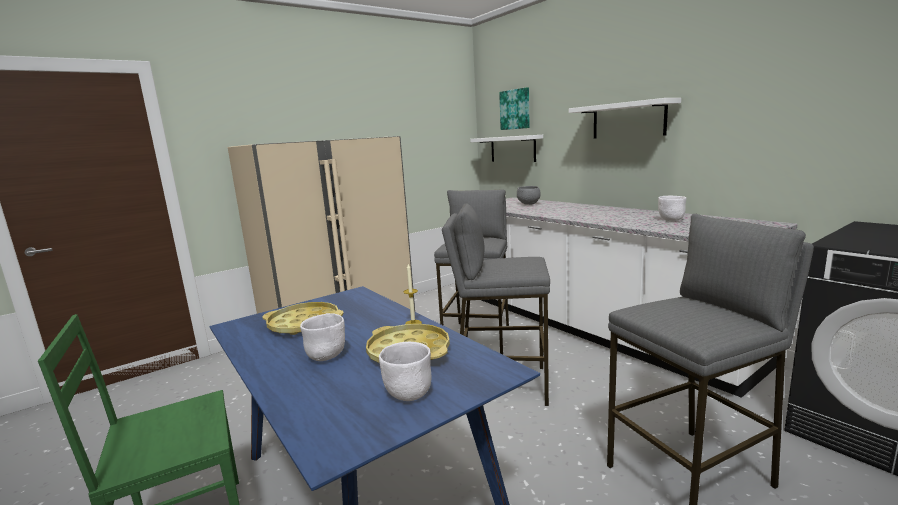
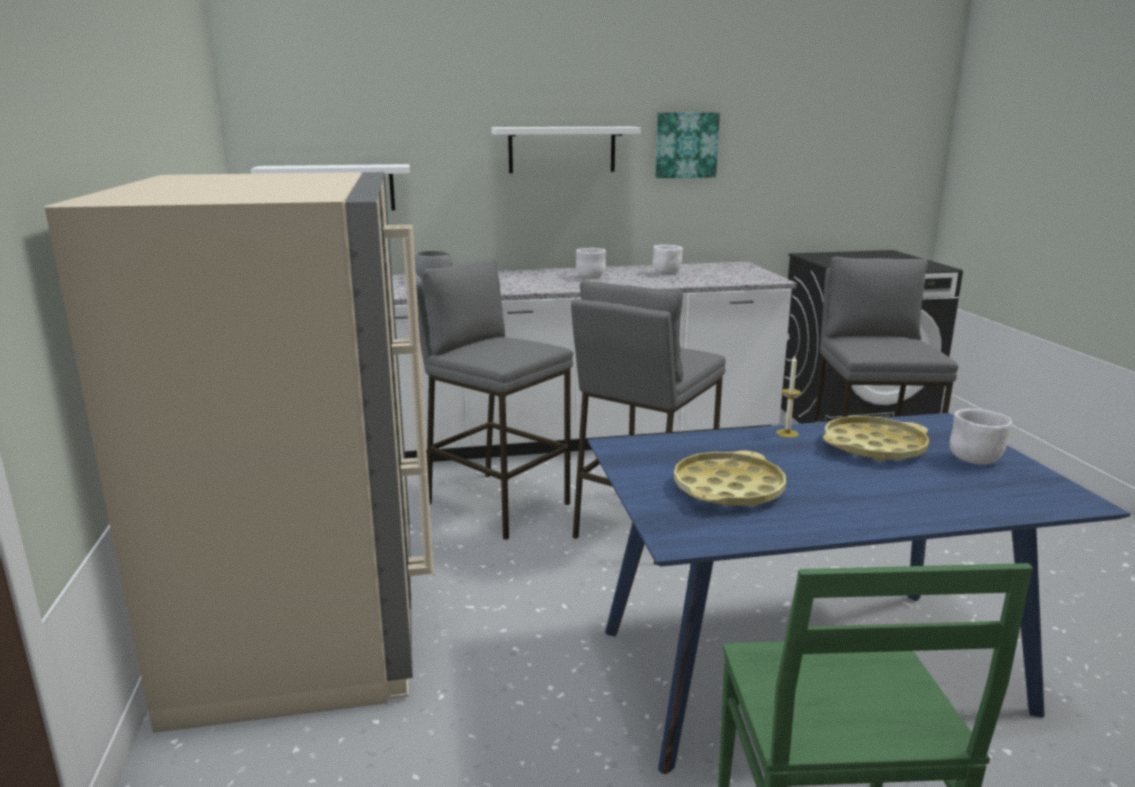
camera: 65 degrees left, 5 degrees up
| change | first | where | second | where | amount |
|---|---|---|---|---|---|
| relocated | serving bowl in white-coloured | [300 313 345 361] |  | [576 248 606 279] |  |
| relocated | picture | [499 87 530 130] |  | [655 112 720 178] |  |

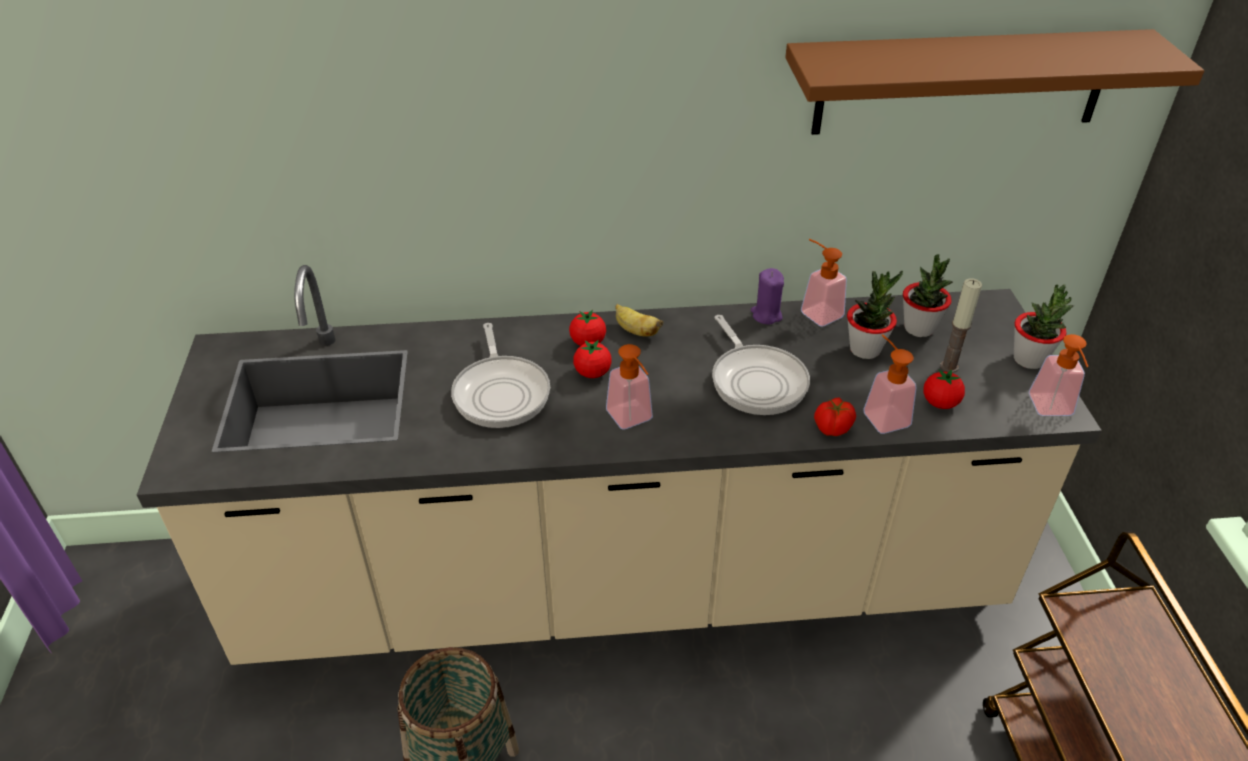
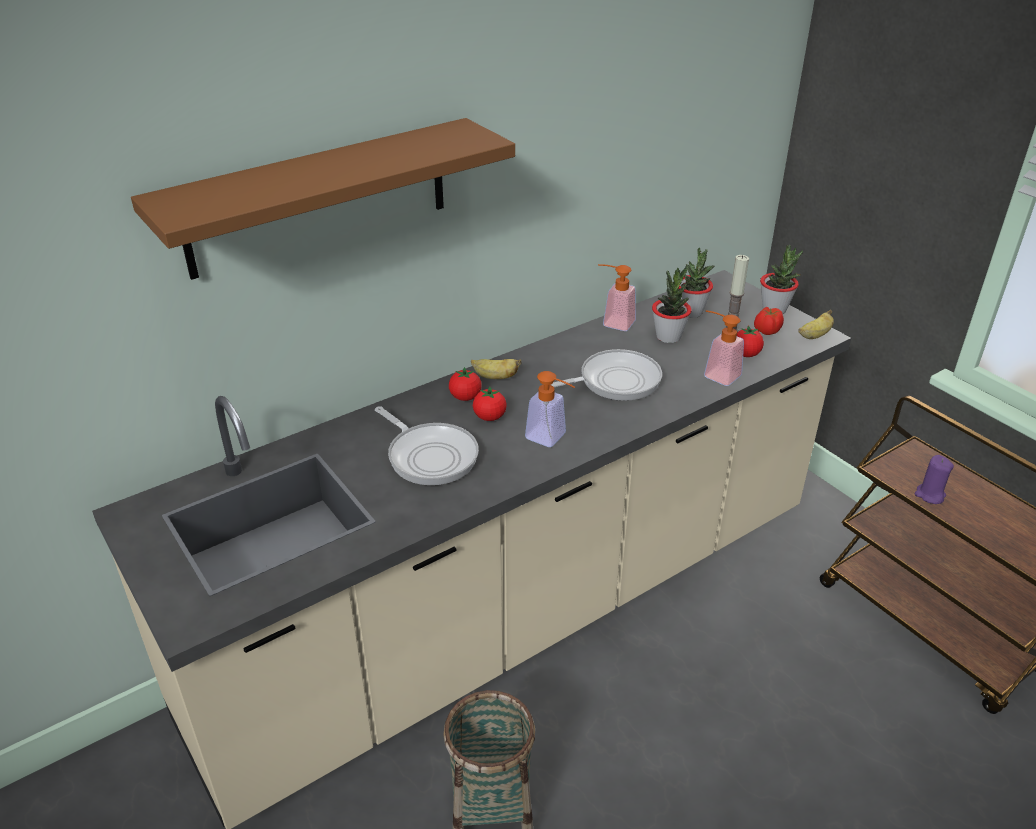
camera: 30 degrees left, 5 degrees down
| change | first | where | second | where | amount |
|---|---|---|---|---|---|
| spun | skillet | [712 315 810 415] |  | [551 349 662 401] | 60 degrees counterclockwise |
| relocated | candle in purple-coloured | [751 268 784 324] |  | [914 455 954 504] |  |
| relocated | wall shelf in brownish | [785 29 1204 135] |  | [131 118 515 280] |  |
| relocated | fresh tomato | [814 397 856 436] |  | [754 307 784 335] |  |
| exchanged | soap dispenser | [1029 334 1088 416] | whole banana | [798 310 834 339] |  |

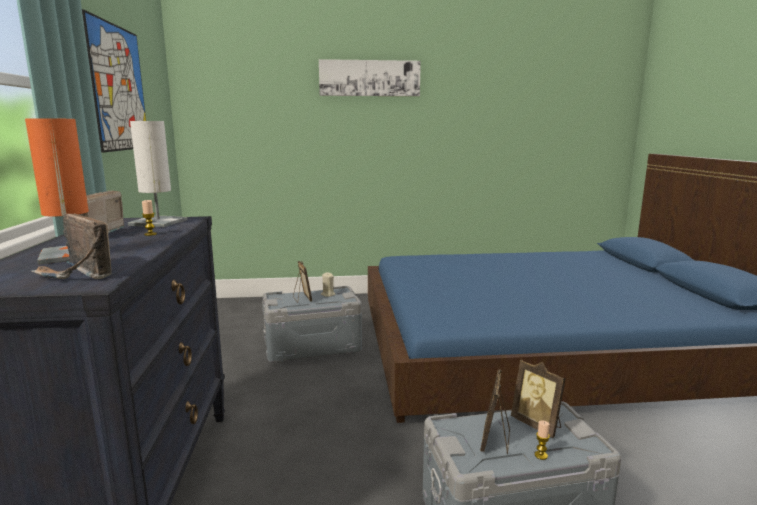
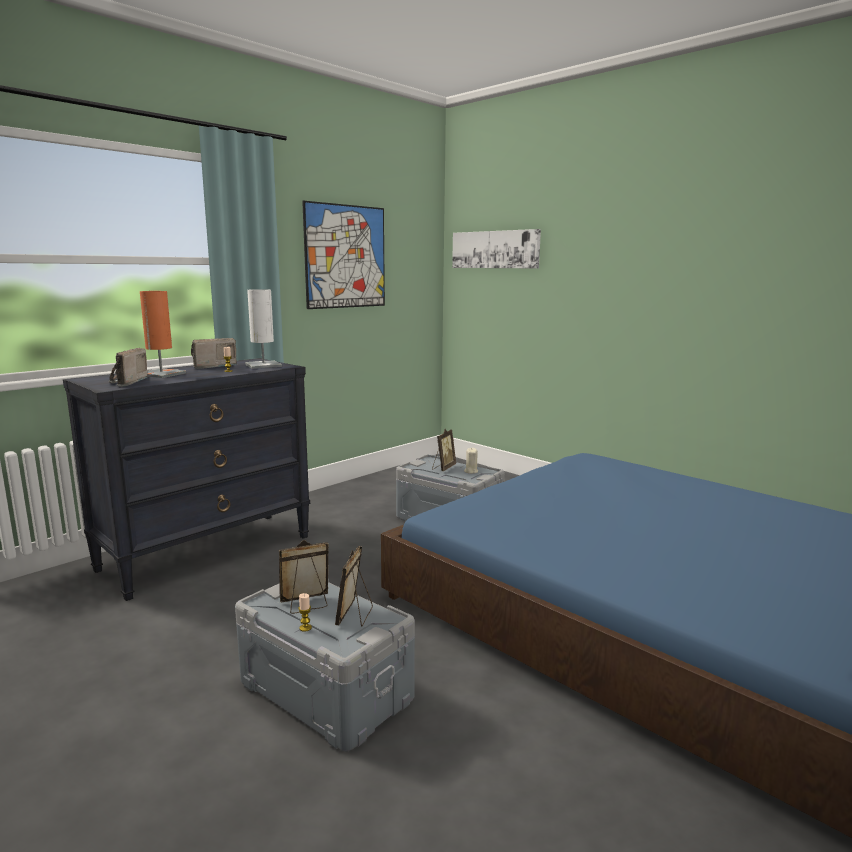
camera: 50 degrees right, 0 degrees up
| change | first | where | second | where | amount |
|---|---|---|---|---|---|
| relocated | picture | [319 59 421 96] |  | [452 229 541 269] |  |

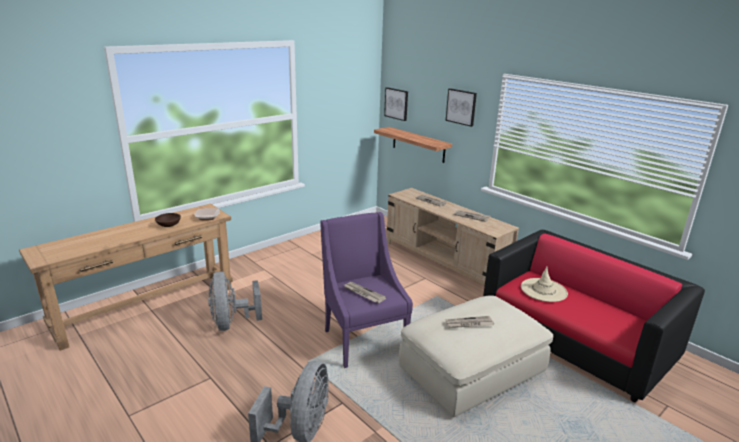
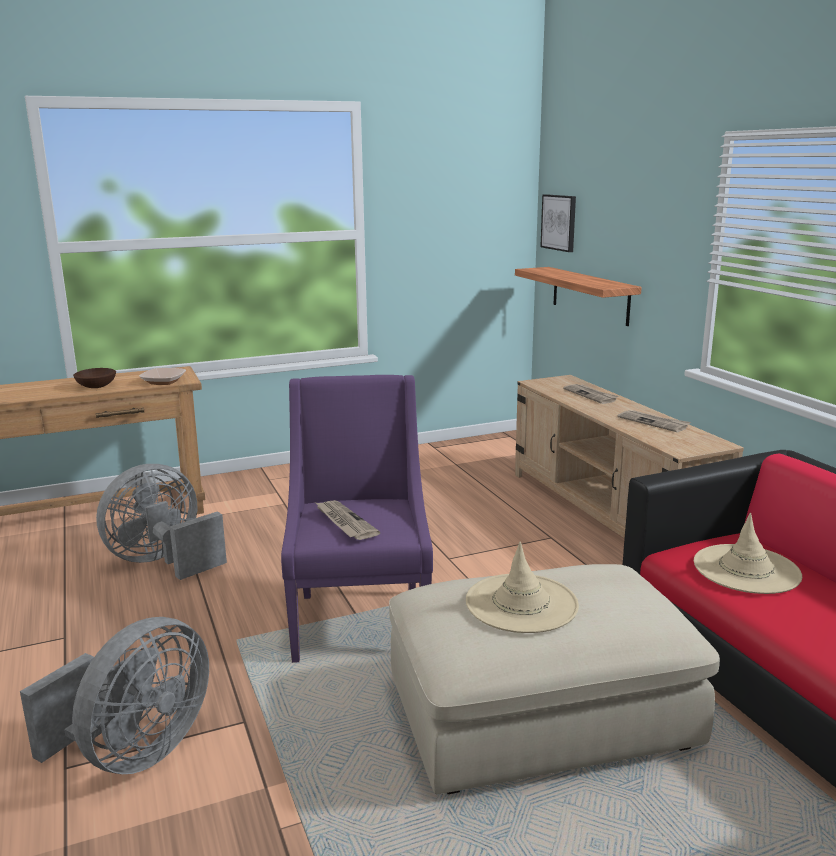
camera: 20 degrees right, 5 degrees down
| change | first | where | second | where | amount |
|---|---|---|---|---|---|
| spun | electric fan in greyish | [208 271 262 331] |  | [96 464 227 580] | 45 degrees clockwise |
| missing | picture | [446 88 477 127] |  |  |  |
| exchanged | newspaper | [446 316 494 328] | clothing hat in beige | [466 542 579 633] |  |

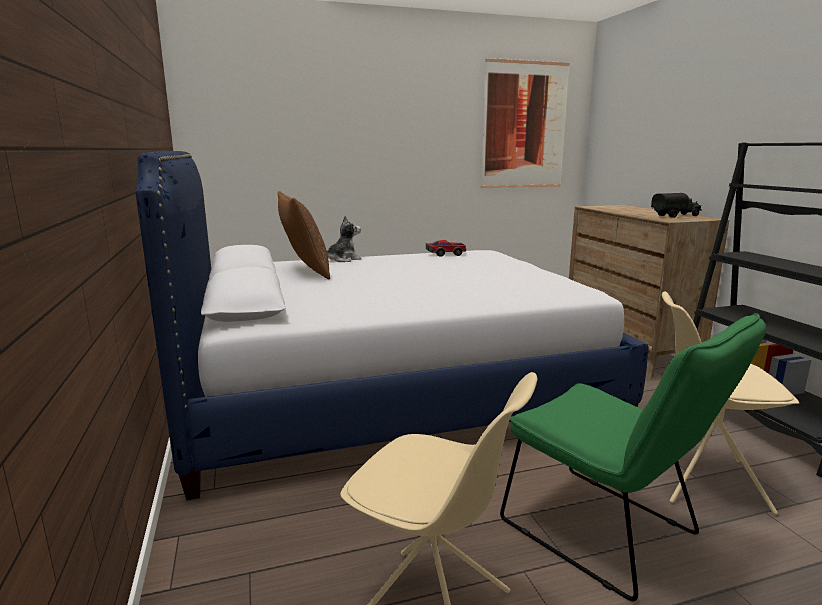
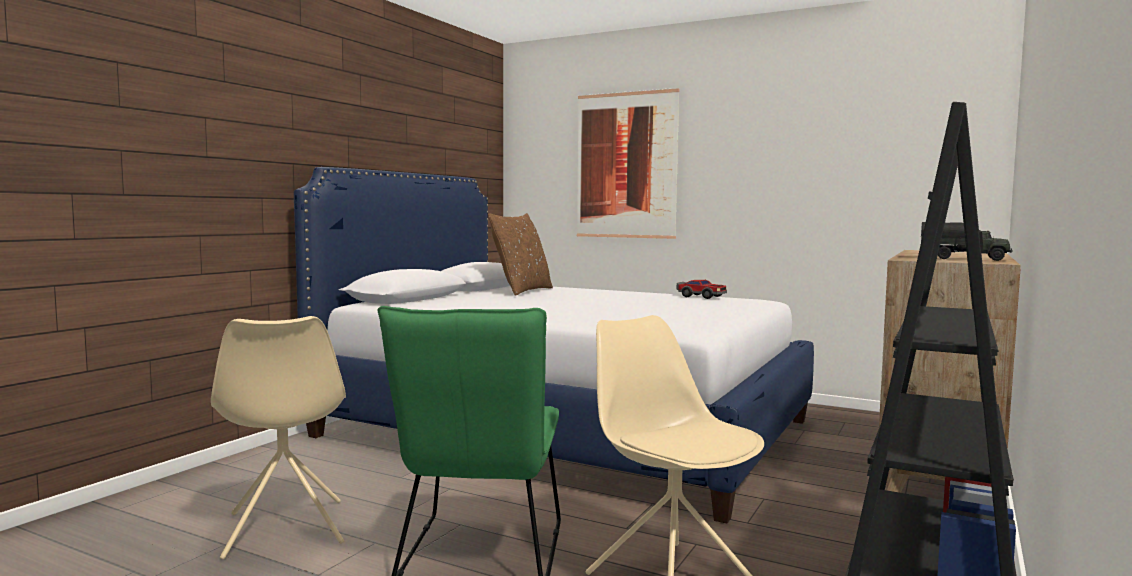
camera: 45 degrees right, 10 degrees down
| change | first | where | second | where | amount |
|---|---|---|---|---|---|
| missing | cuddly toy | [327 216 361 262] |  |  |  |
| relocated | picture | [481 58 570 188] |  | [577 88 680 239] |  |

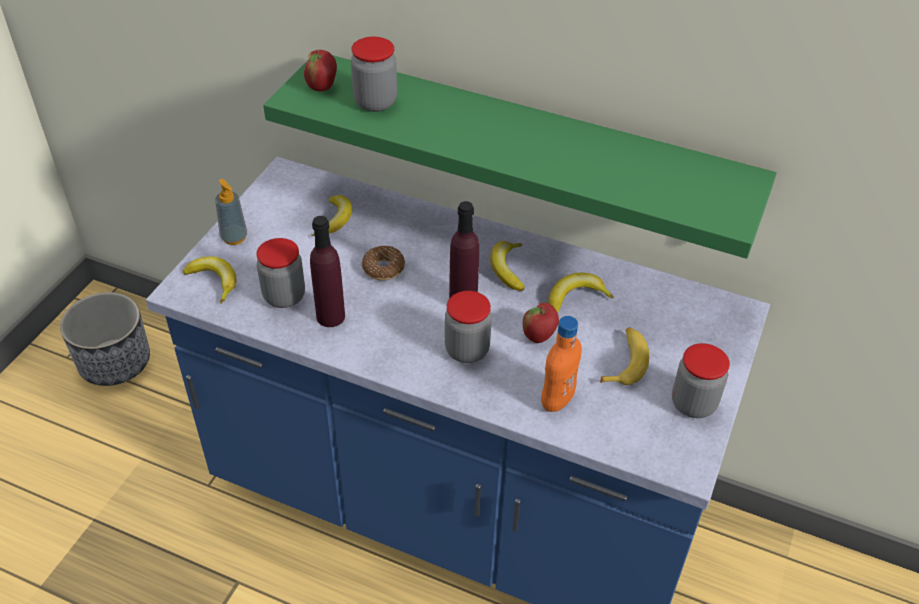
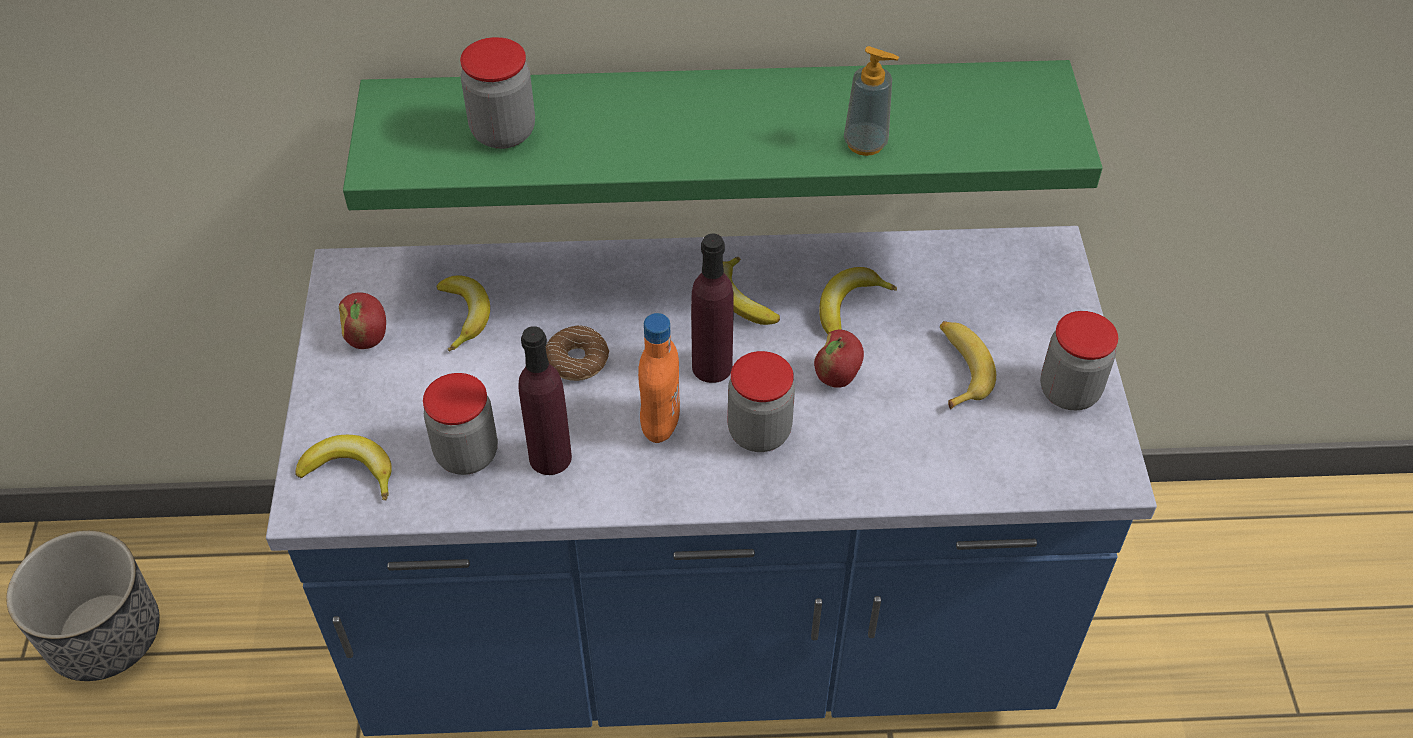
camera: 25 degrees left, 5 degrees up
| change | first | where | second | where | amount |
|---|---|---|---|---|---|
| relocated | soap dispenser | [215 179 247 245] |  | [844 46 899 156] |  |
| relocated | apple | [304 50 337 92] |  | [339 292 386 349] |  |
| relocated | bottle in orange-coloured | [541 316 582 412] |  | [638 313 680 443] |  |

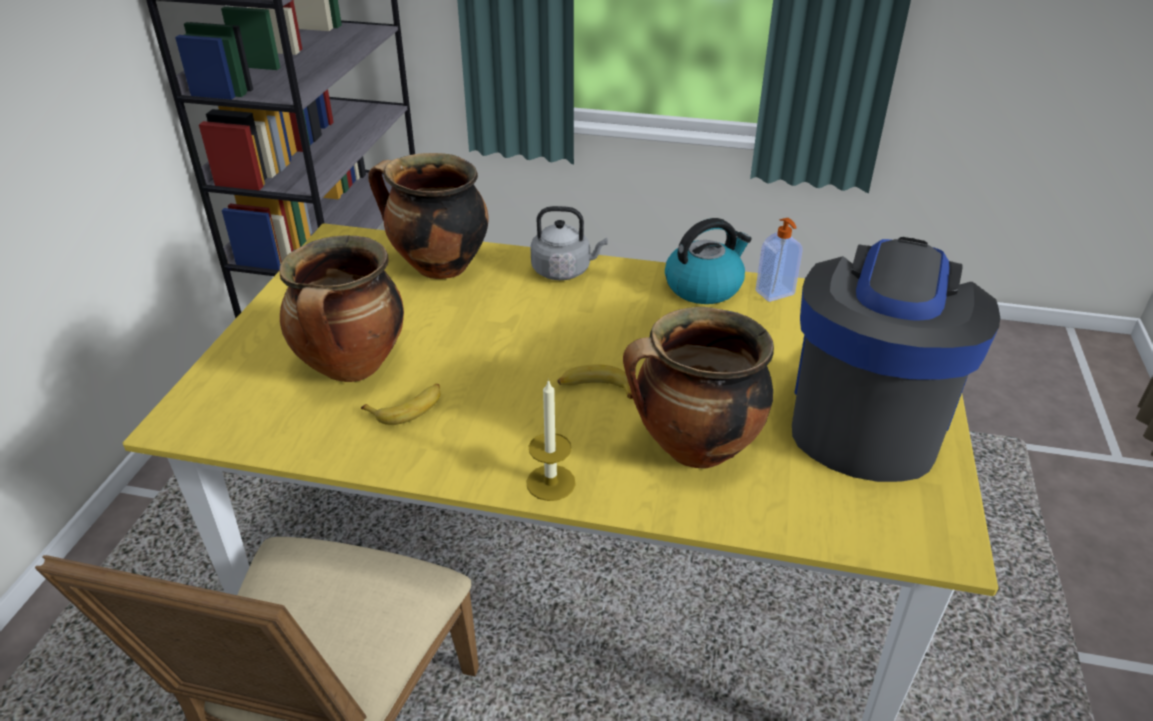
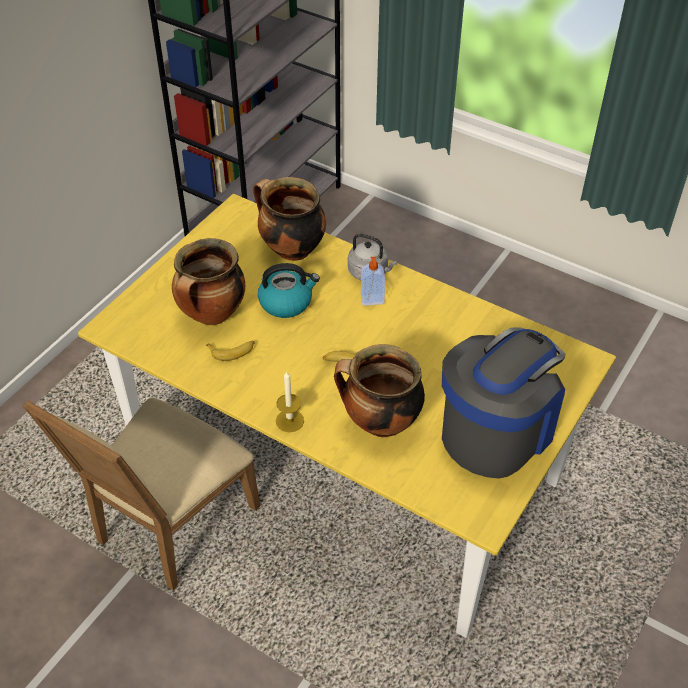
camera: 20 degrees right, 10 degrees up
| change | first | where | second | where | amount |
|---|---|---|---|---|---|
| relocated | water kettle | [665 218 752 304] |  | [258 263 320 318] |  |
| relocated | soap dispenser | [755 218 803 302] |  | [361 257 385 306] |  |

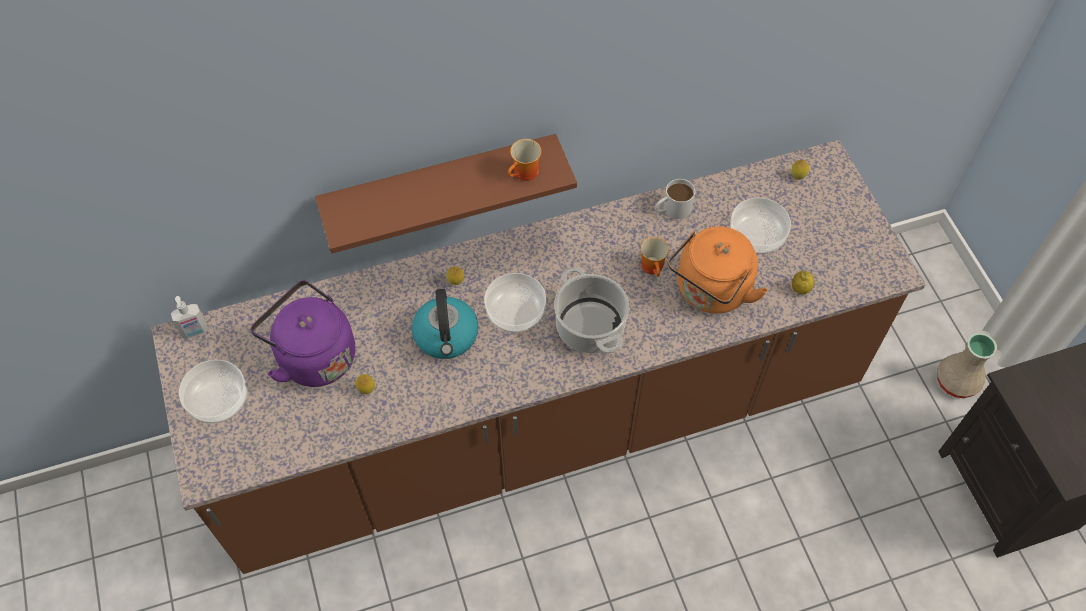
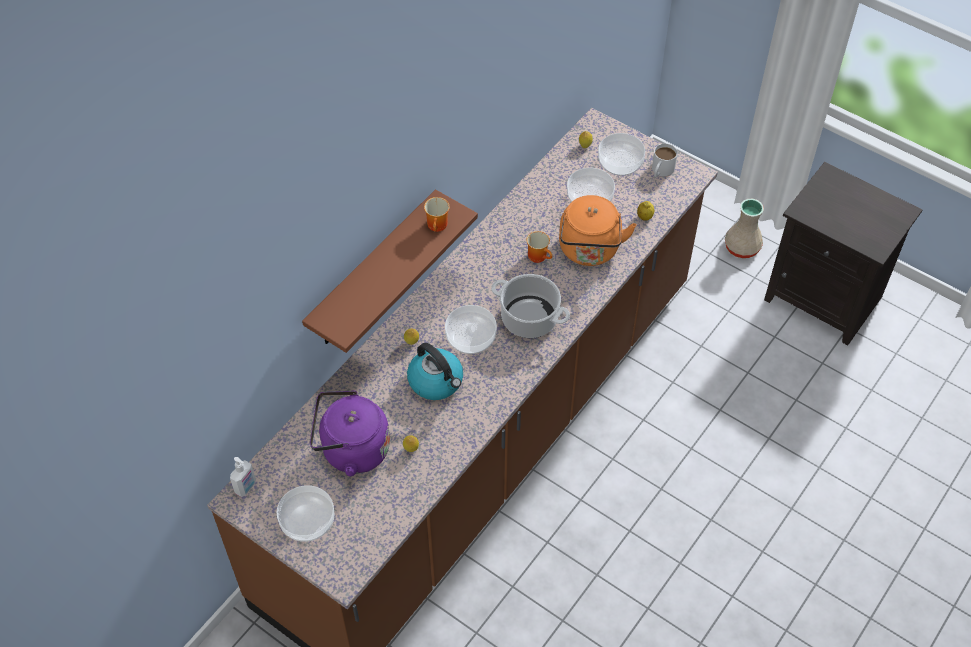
camera: 35 degrees left, 5 degrees down
| change | first | where | second | where | amount |
|---|---|---|---|---|---|
| relocated | mug in white-coloured | [655 179 695 219] |  | [652 143 678 177] |  |
| appeared |  |  | serving bowl | [598 133 645 176] |  |

